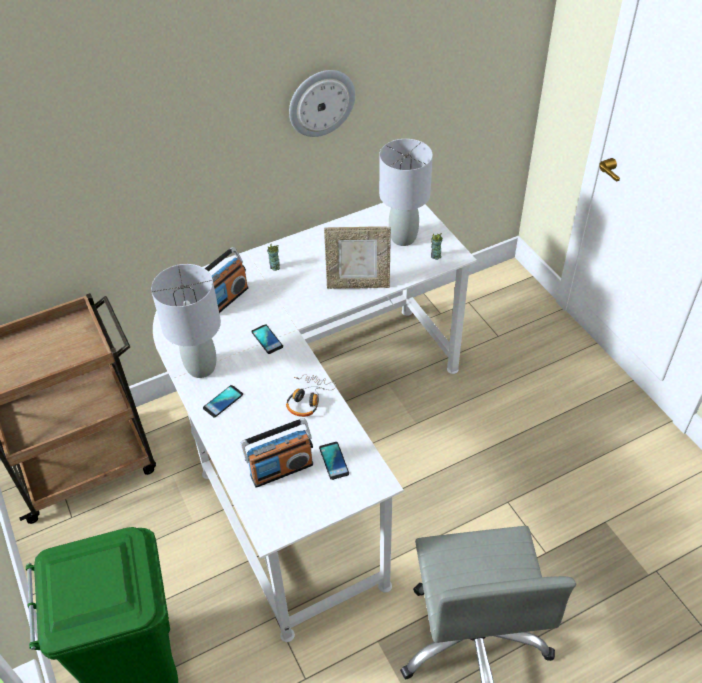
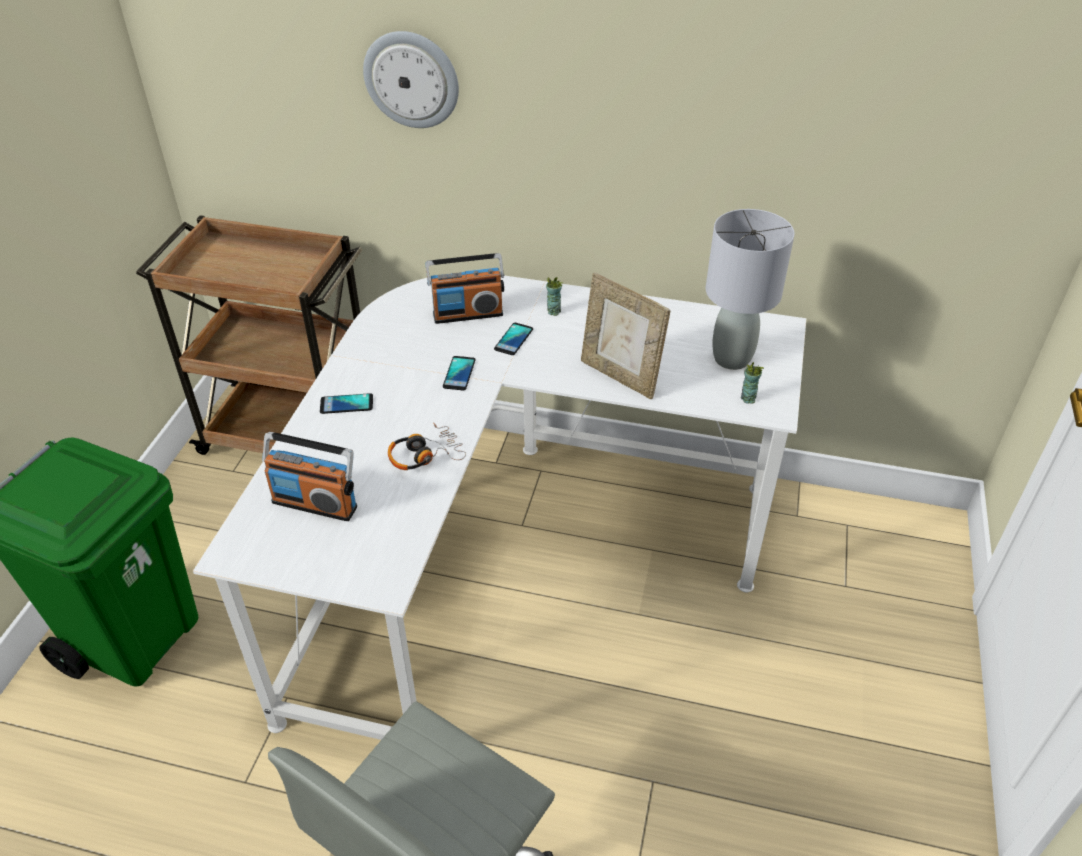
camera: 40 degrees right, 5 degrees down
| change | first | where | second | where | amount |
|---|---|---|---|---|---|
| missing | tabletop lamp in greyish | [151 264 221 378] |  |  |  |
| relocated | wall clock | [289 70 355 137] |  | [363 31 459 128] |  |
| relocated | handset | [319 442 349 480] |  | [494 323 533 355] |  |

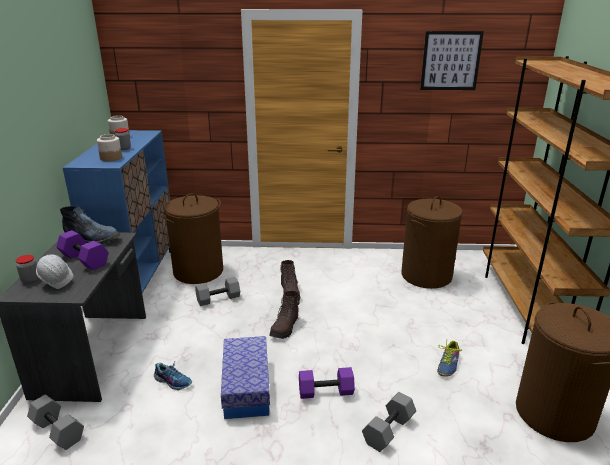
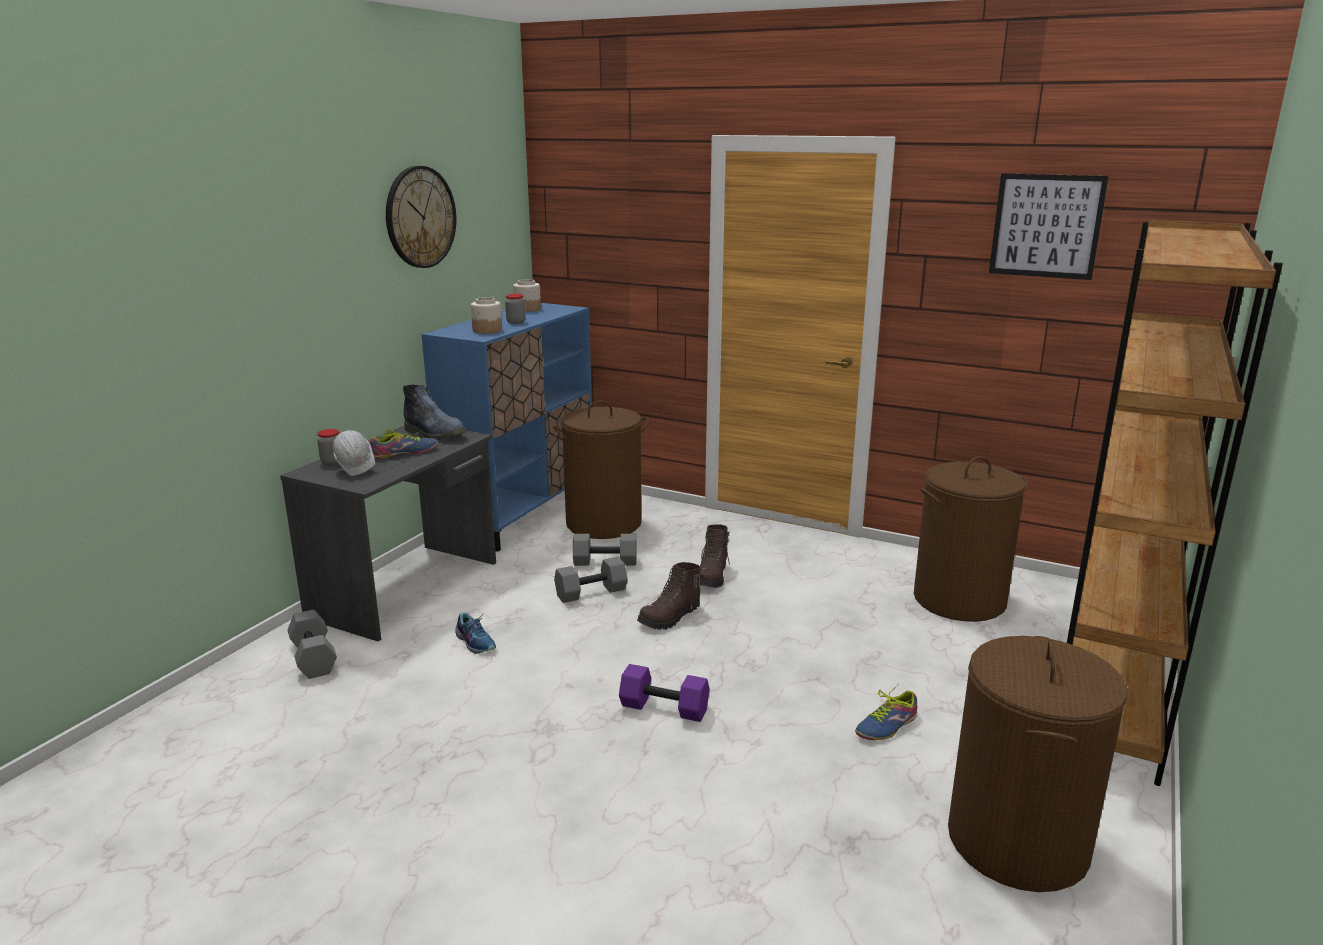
camera: 25 degrees right, 5 degrees down
| change | first | where | second | where | amount |
|---|---|---|---|---|---|
| exchanged | free weight in purple-coloured | [56 230 109 270] | low shoe | [370 429 438 459] |  |
| missing | storage container | [221 336 270 419] |  |  |  |
| relocated | free weight in greyish | [362 392 416 452] |  | [554 557 628 603] |  |
| appeared |  |  | wall clock | [386 166 456 268] |  |

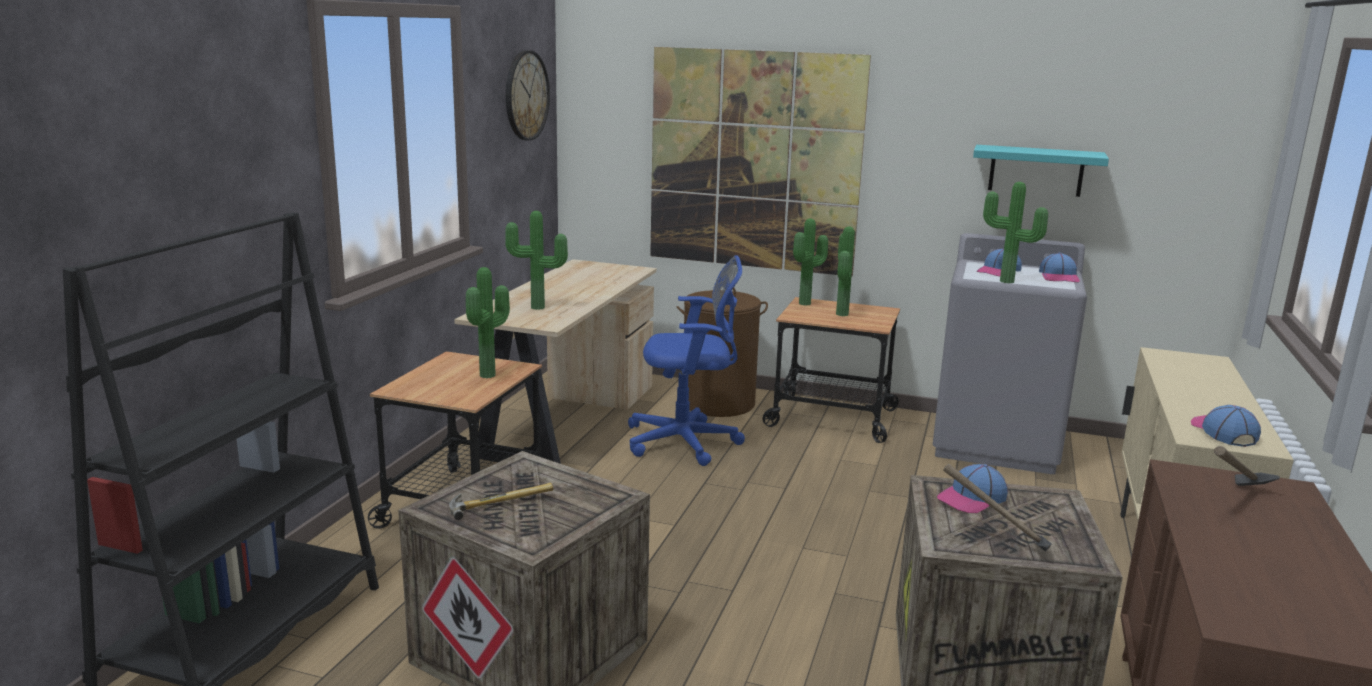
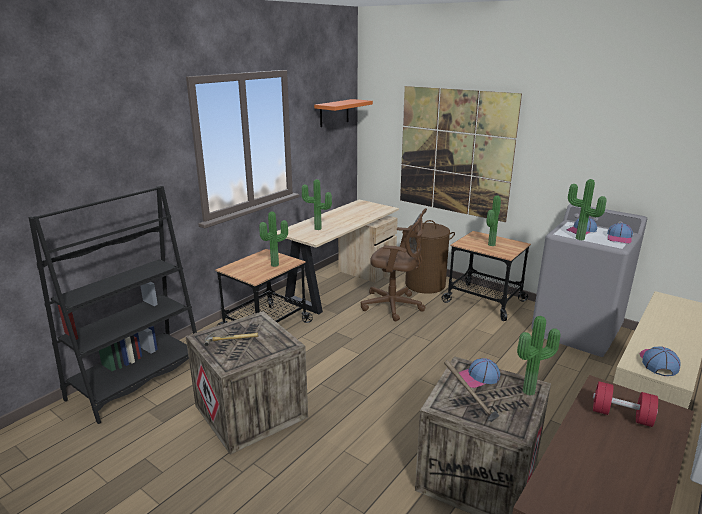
camera: 20 degrees right, 5 degrees up
| change | first | where | second | where | amount |
|---|---|---|---|---|---|
| exchanged | wall clock | [506 50 550 141] | wall shelf in orange-coloured | [314 99 373 127] |  |
| colour | computer chair in blue-coloured | [628 255 745 466] | computer chair in brownish | [361 208 427 322] |  |
| relocated | plant in a pot | [793 219 828 306] |  | [517 316 560 395] |  |
| missing | wall shelf in turquoise | [973 145 1109 197] |  |  |  |
| exchanged | hammer | [1214 446 1280 486] | free weight in red-coloured | [593 381 658 427] |  |

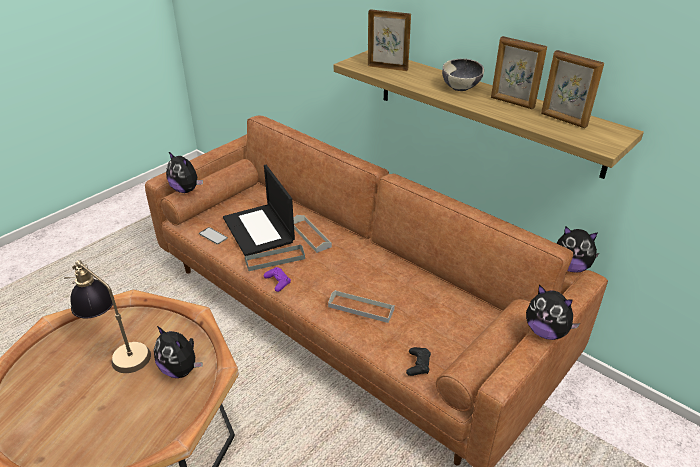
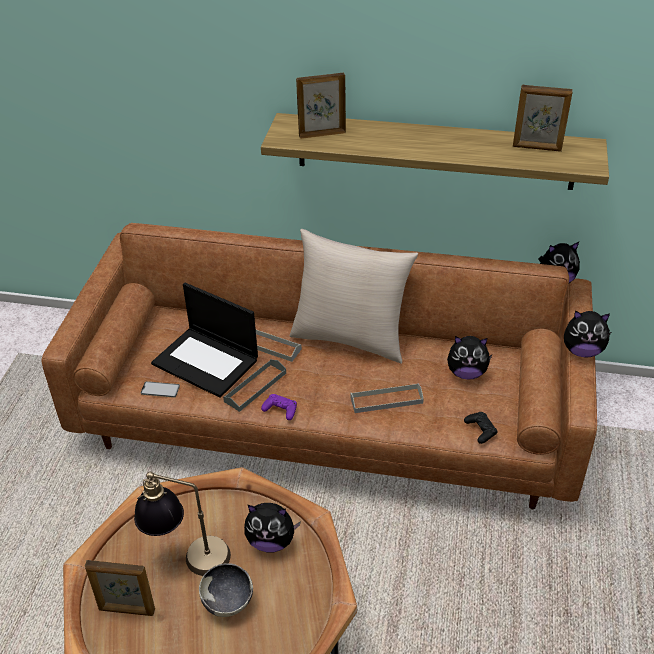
camera: 30 degrees left, 5 degrees up
| change | first | where | second | where | amount |
|---|---|---|---|---|---|
| relocated | cuddly toy | [166 152 203 193] |  | [447 336 492 380] |  |
| relocated | serving bowl | [442 59 484 91] |  | [199 563 253 617] |  |
| relocated | standing frame | [491 36 547 109] |  | [85 560 155 616] |  |
| appeared |  |  | cushion in beige | [290 229 418 364] |  |

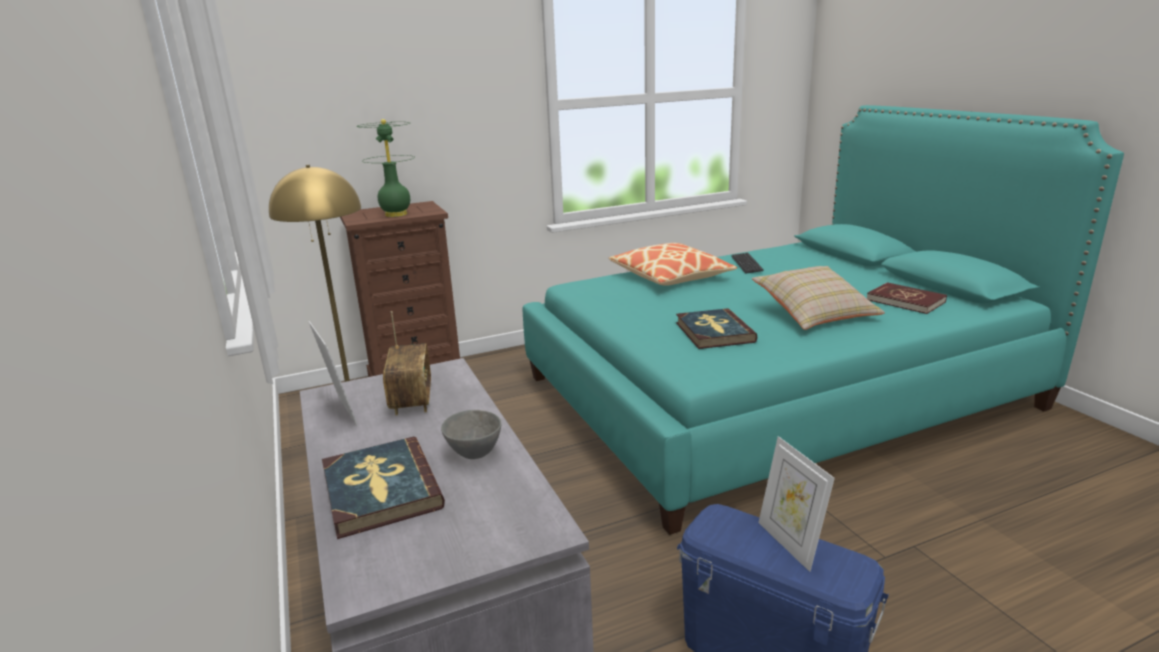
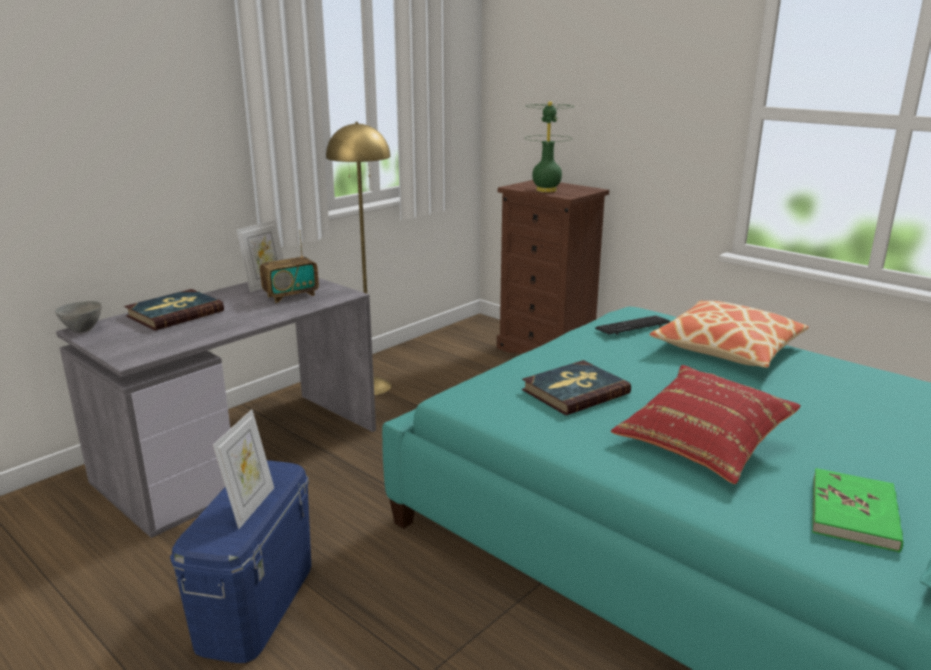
camera: 65 degrees right, 0 degrees up
| change | first | where | second | where | amount |
|---|---|---|---|---|---|
| relocated | serving bowl in greyish | [441 410 501 459] |  | [55 301 102 333] |  |
| relocated | PC keyboard | [731 253 764 274] |  | [595 315 670 335] |  |
| colour | cushion in beige | [752 266 885 330] | cushion in red-coloured | [611 365 801 484] |  |
| spun | standing frame | [758 436 835 572] |  | [213 409 274 529] | 150 degrees clockwise |
| colour | volume in red-coloured | [867 282 947 314] | volume in green-coloured | [812 468 903 553] |  |

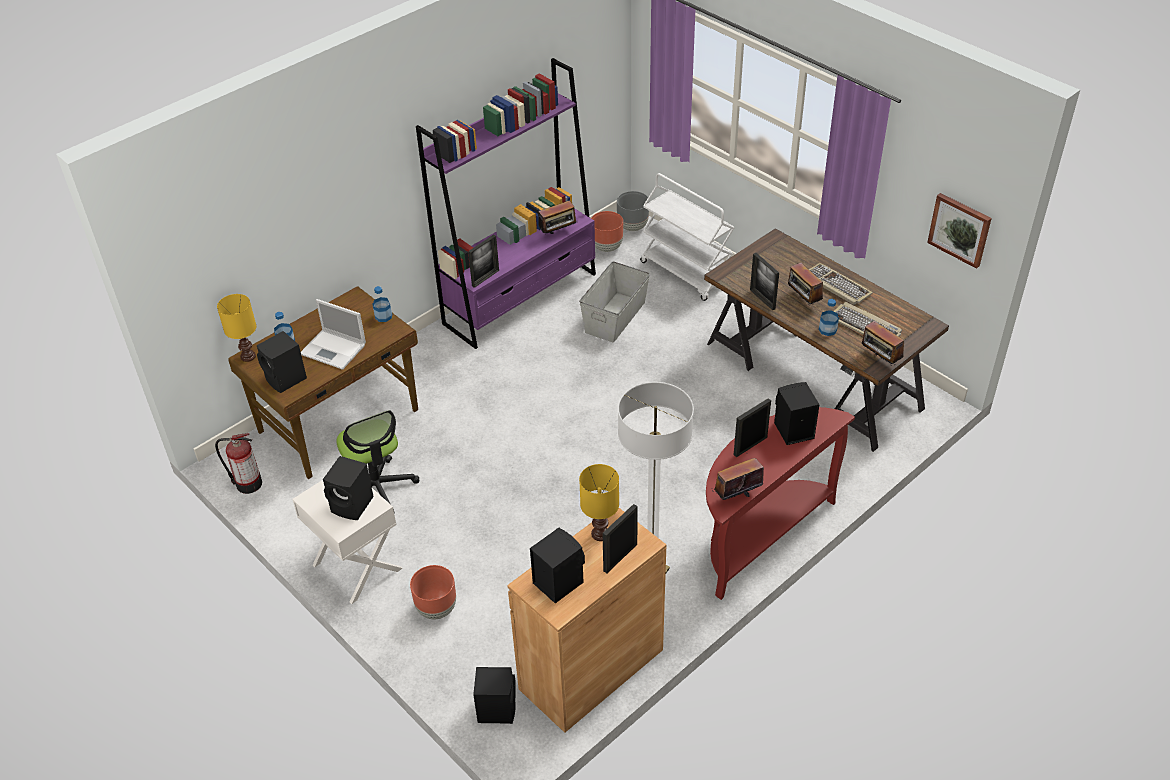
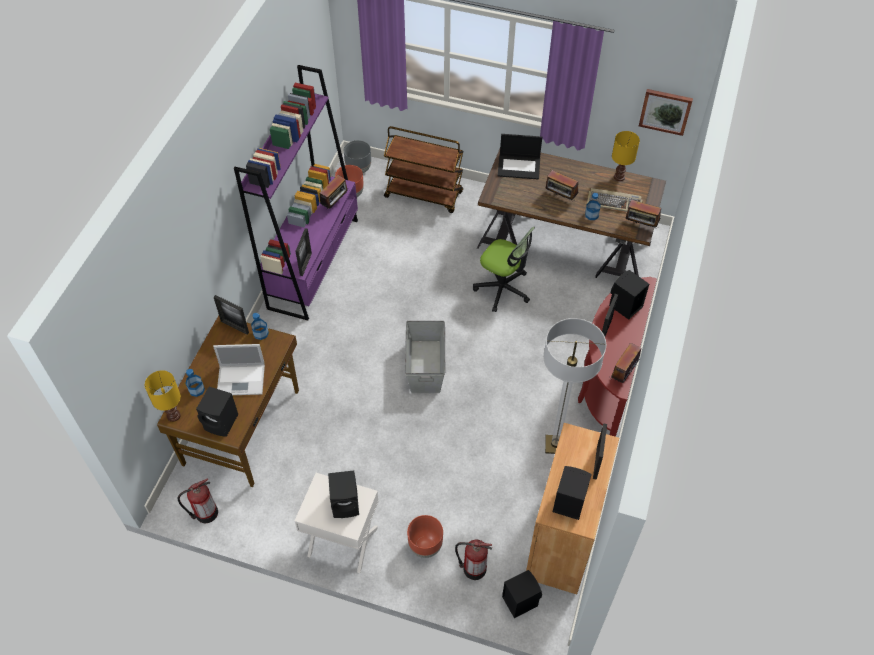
camera: 30 degrees left, 10 degrees up
| change | first | where | second | where | amount |
|---|---|---|---|---|---|
| relocated | computer chair | [336 410 419 513] |  | [473 227 535 312] |  |
| relocated | storage container in greyish | [579 261 650 342] |  | [405 321 445 393] |  |
| relocated | tabletop lamp in yellow-coloured | [579 464 619 541] |  | [612 131 640 181] |  |
| colour | cart in white-coloured | [640 173 735 301] | cart in brownish | [384 126 463 213] |  |
| relocated | standing frame | [750 253 779 310] |  | [214 295 249 335] |  |
| missing | PC keyboard | [809 263 873 305] |  |  |  |
| appeared |  |  | fire-fighting cylinder | [455 540 492 580] |  |
| appeared |  |  | notebook computer | [498 134 542 180] |  |

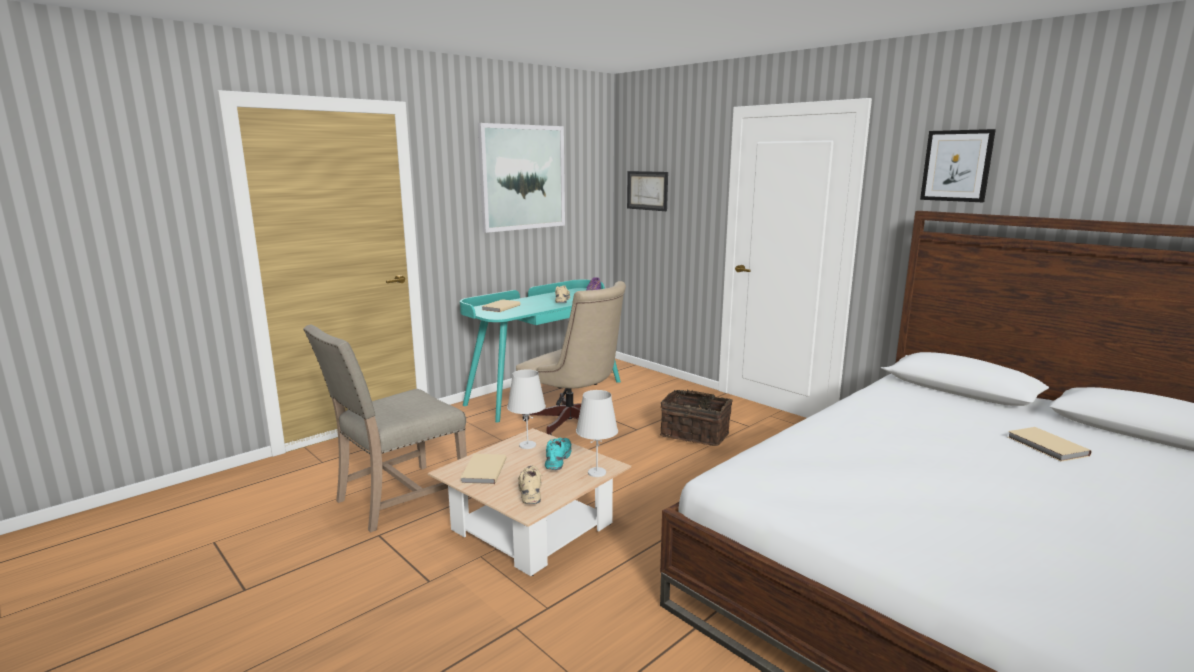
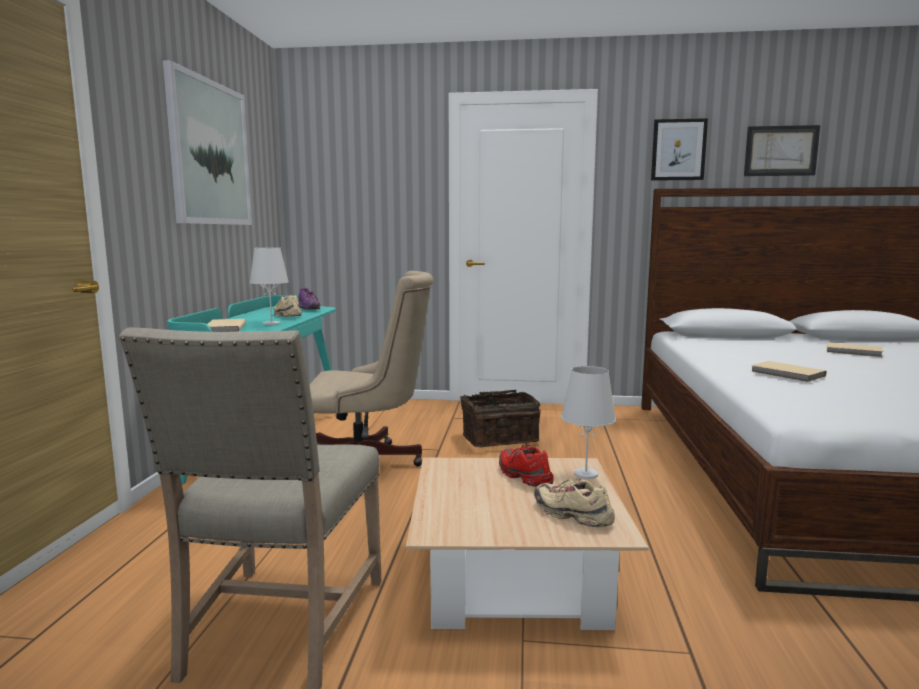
camera: 40 degrees left, 5 degrees down
| change | first | where | second | where | amount |
|---|---|---|---|---|---|
| relocated | volume in beige | [461 454 506 485] |  | [751 361 827 382] |  |
| relocated | tabletop lamp in white-coloured | [507 369 546 449] |  | [250 247 289 325] |  |
| colour | low shoe in turquoise | [545 438 572 470] | low shoe in red-coloured | [499 445 554 487] |  |
| relocated | picture | [627 171 668 211] |  | [744 125 820 176] |  |

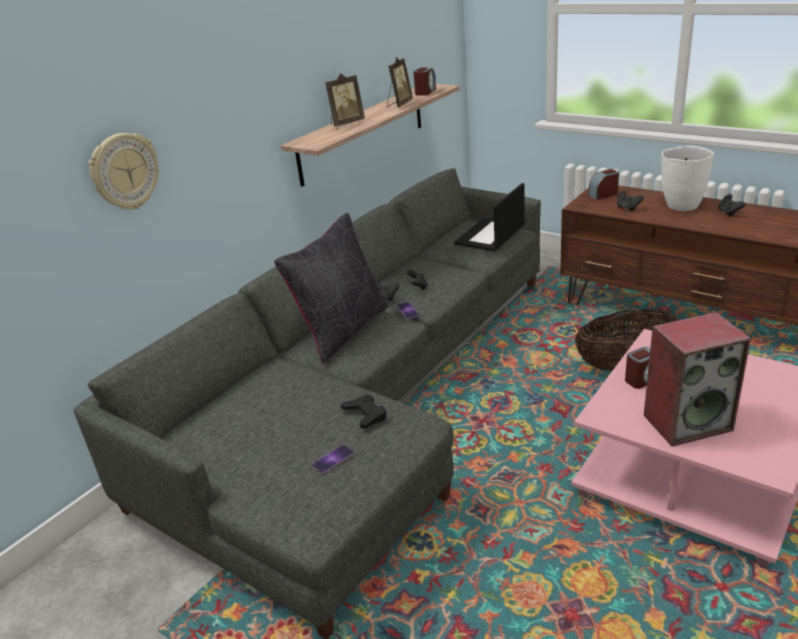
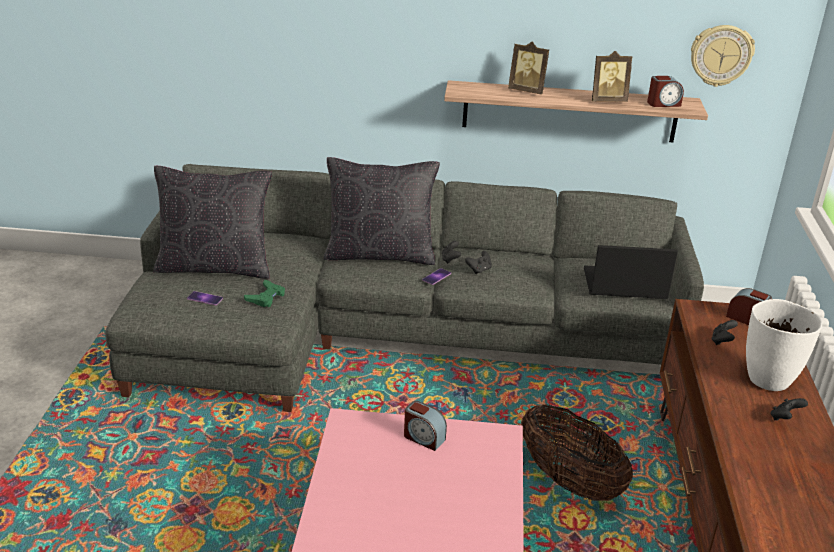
camera: 55 degrees right, 0 degrees up
| change | first | where | second | where | amount |
|---|---|---|---|---|---|
| relocated | wall clock | [89 133 159 210] |  | [691 25 755 87] |  |
| colour | joypad in blackish | [341 394 387 429] | joypad in green-coloured | [244 280 285 307] |  |
| missing | loudspeaker | [643 312 751 447] |  |  |  |
| appeared |  |  | cushion in blackish | [153 166 272 279] |  |

